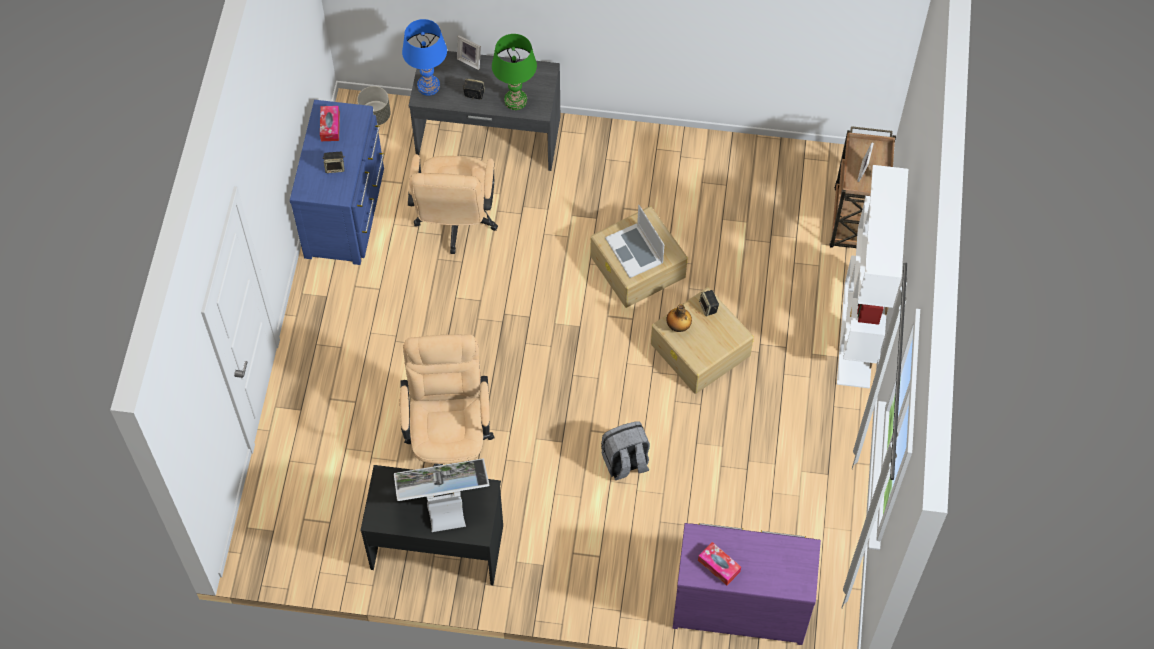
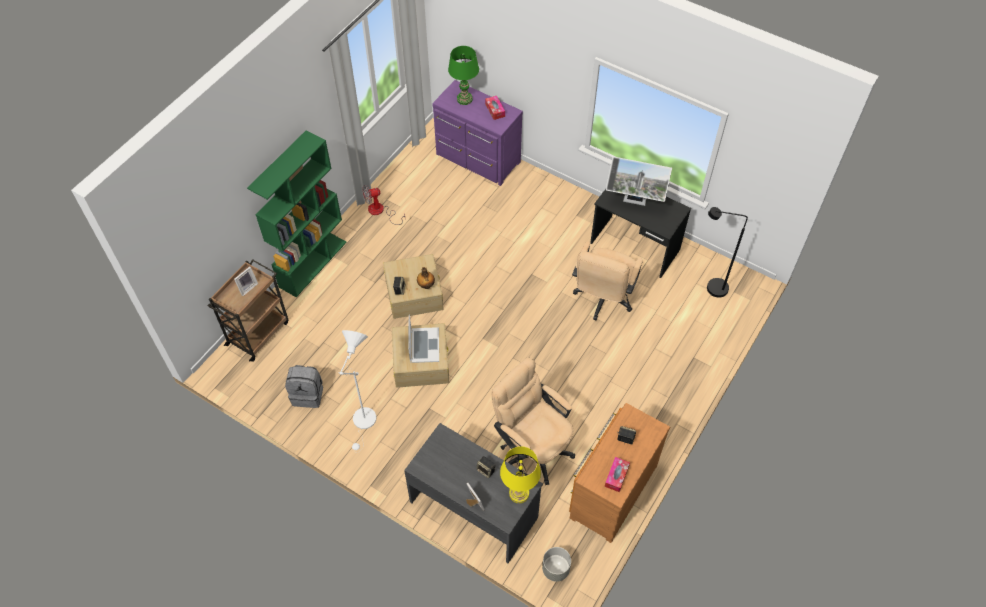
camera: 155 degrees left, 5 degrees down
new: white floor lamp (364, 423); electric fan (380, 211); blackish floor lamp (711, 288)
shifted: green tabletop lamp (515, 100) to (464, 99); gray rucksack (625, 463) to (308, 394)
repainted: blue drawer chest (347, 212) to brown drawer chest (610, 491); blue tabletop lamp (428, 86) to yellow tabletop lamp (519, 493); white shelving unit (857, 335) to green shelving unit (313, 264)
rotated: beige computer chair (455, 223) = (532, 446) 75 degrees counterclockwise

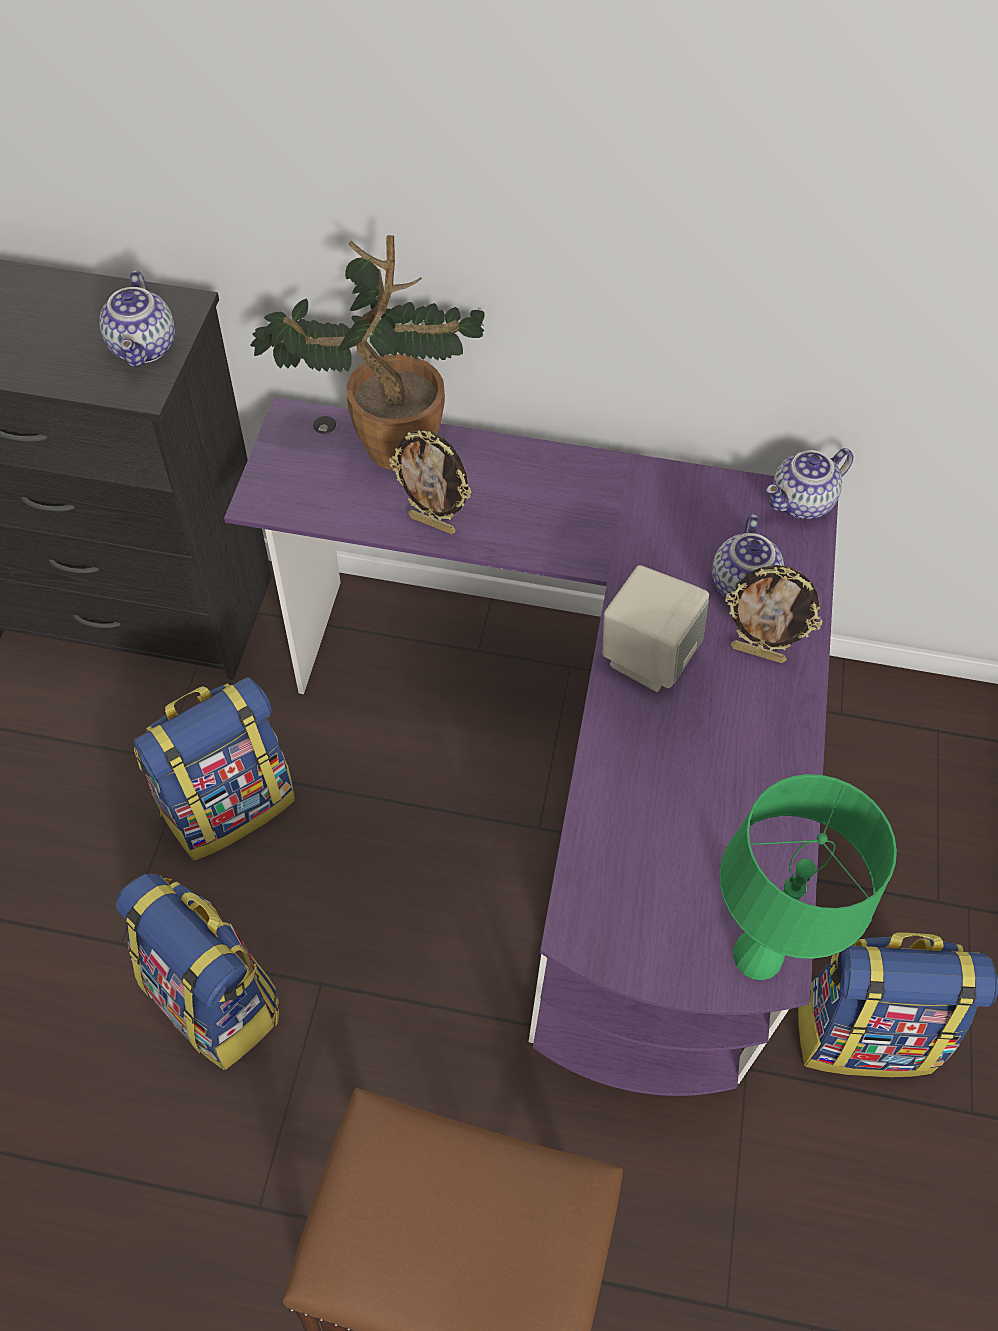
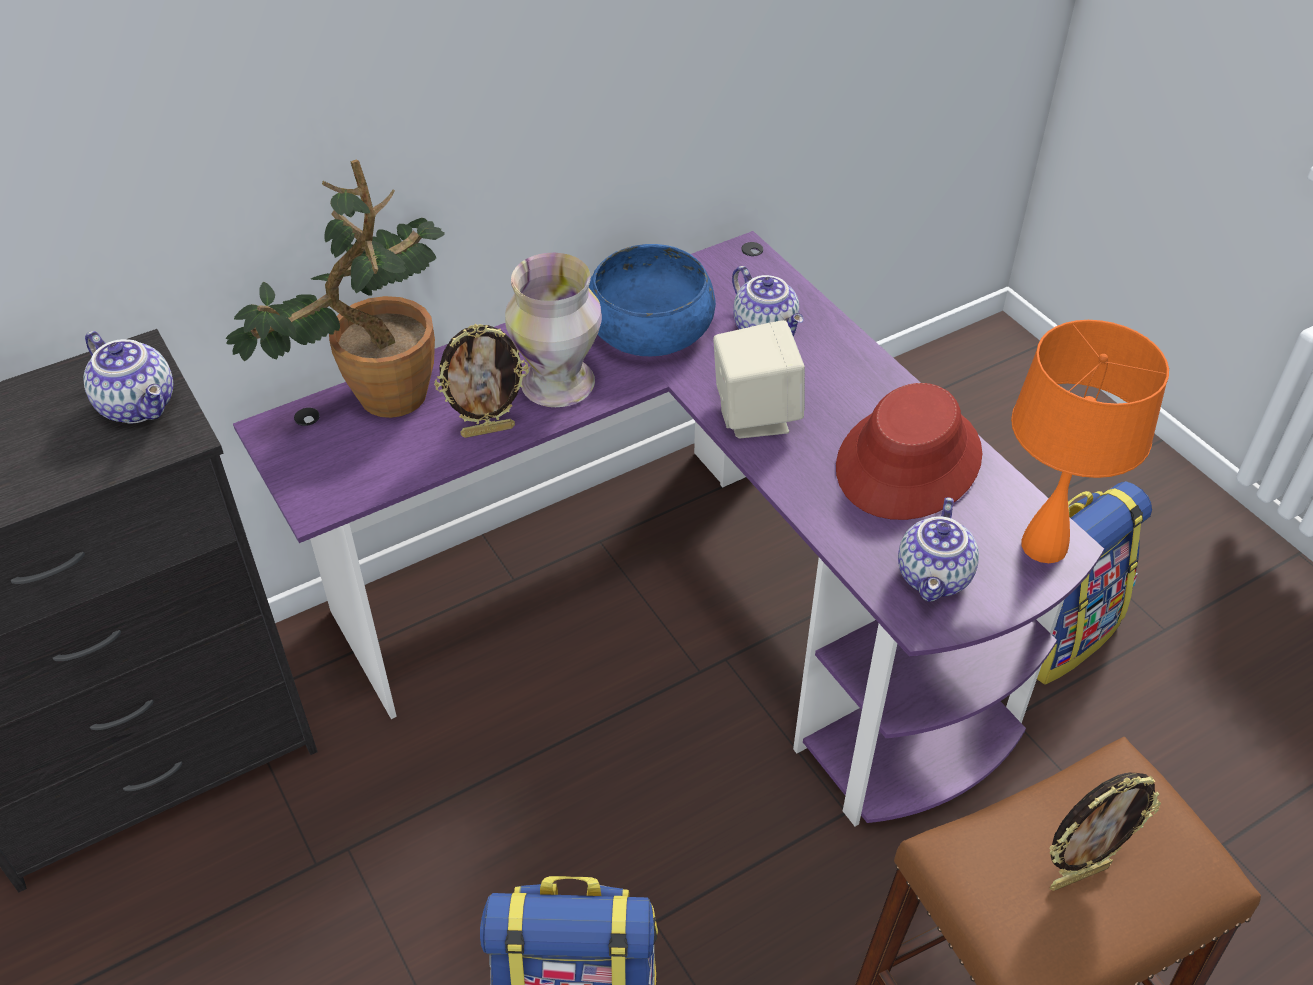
camera: 40 degrees left, 10 degrees down
gone: rucksack (228, 804)
new: decorative vase (557, 385); blue bowl (650, 328); red clothing hat (909, 462)
shifted: standing frame (758, 653) to (1078, 875); tea pot (801, 504) to (935, 578)
repainted: green tabletop lamp (756, 955) to orange tabletop lamp (1043, 546)

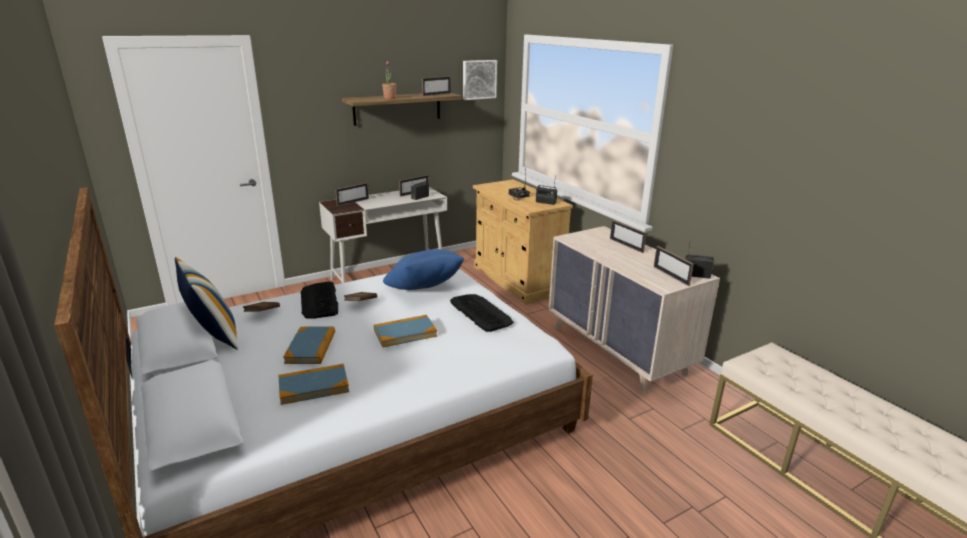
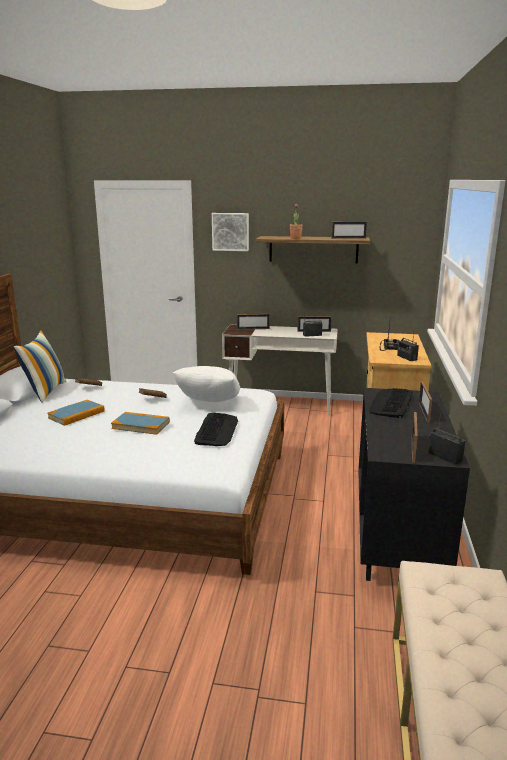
camera: 40 degrees right, 5 degrees down
gone: book (314, 386)
shifted: computer keyboard (319, 301) to (391, 403); wall art (478, 79) to (230, 231)
repainted: blue pillow (424, 291) to white pillow (208, 404); beige drawer chest (618, 351) to blackish drawer chest (397, 534)

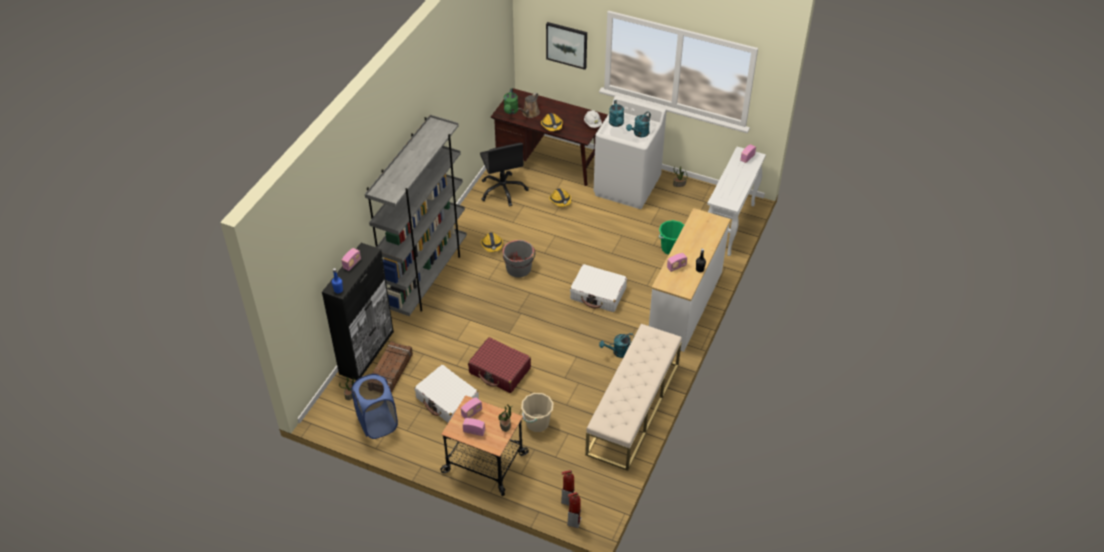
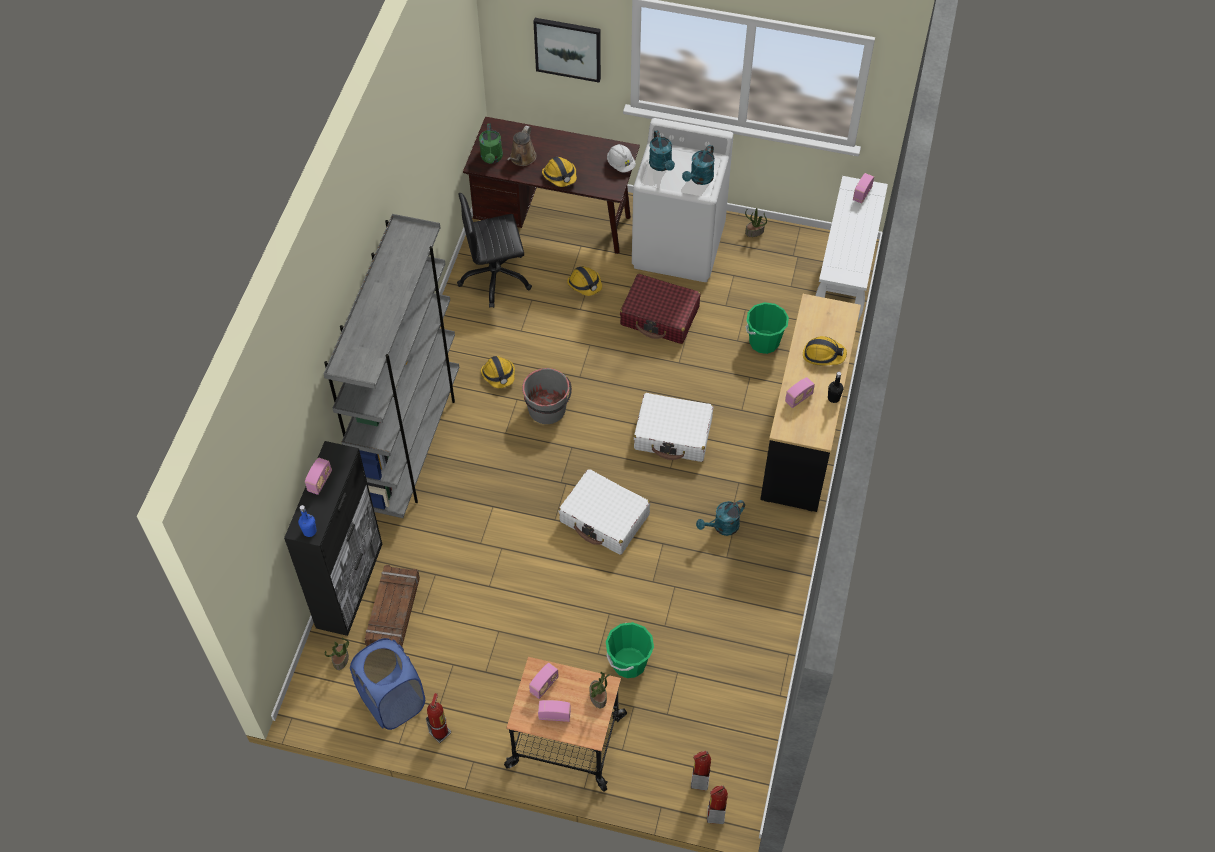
camera: 10 degrees left, 10 degrees up
gone: beige bench (633, 408)
new: fire-fighting cylinder (440, 732); hard hat (823, 354)
shifted: white piece of luggage (447, 400) to (604, 518); red piece of luggage (500, 371) to (660, 316)
repainted: beige water bucket (537, 423) to green water bucket (629, 663); white drawer chest (686, 305) to blackish drawer chest (804, 435)
rotated: blackish computer chair (503, 190) = (495, 278) 105 degrees clockwise

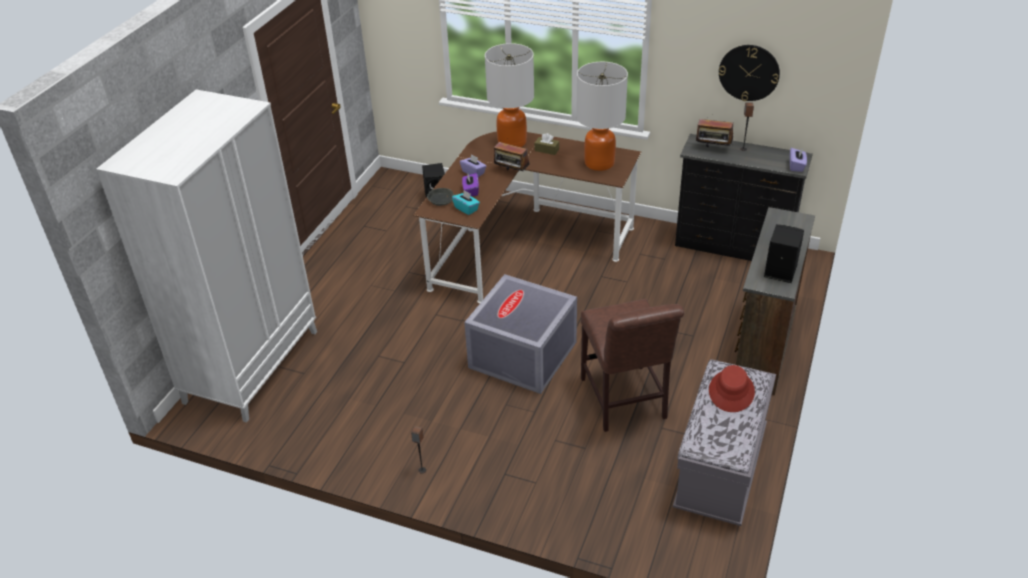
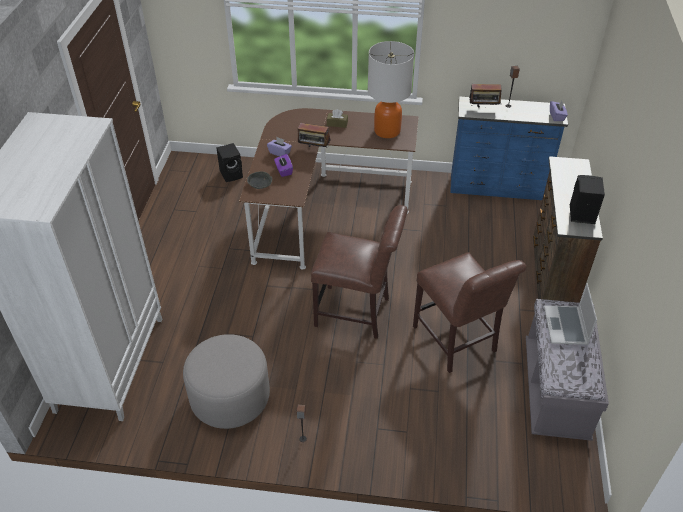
camera: 15 degrees left, 5 degrees up
gone: turquoise-coloured box of tissues (466, 209); tabletop lamp (512, 142); wall clock (749, 72)
new: gray pouffe (230, 397)
swapped: gray storage box (523, 356) to brown chair (357, 313); red clothing hat (731, 391) to laptop (566, 326)
repainted: blackish drawer chest (733, 247) to blue drawer chest (498, 188)

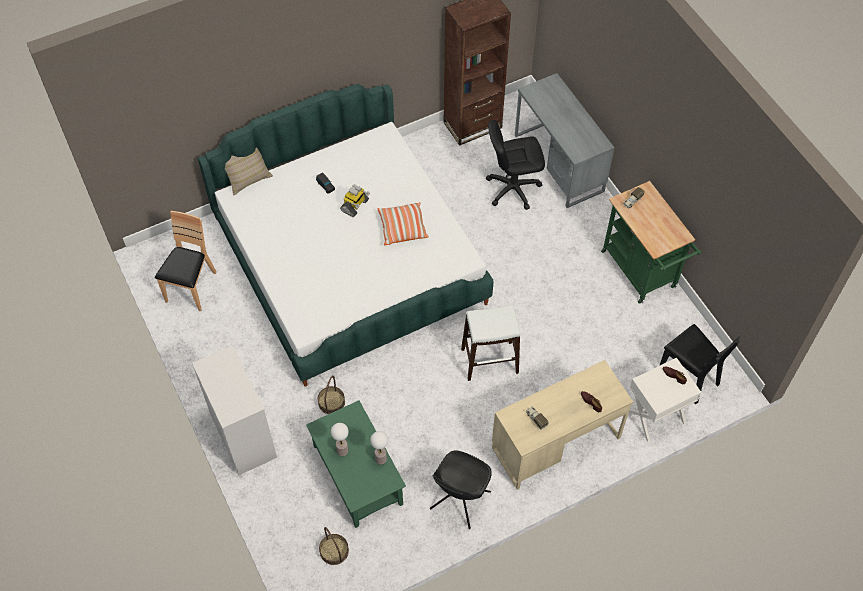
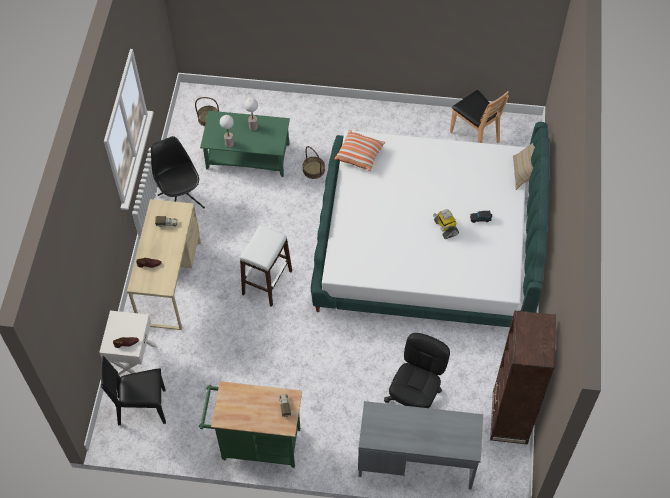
camera: 125 degrees right, 0 degrees up
gone: white drawer chest (243, 435)
shifted: pillow (402, 228) to (359, 155)

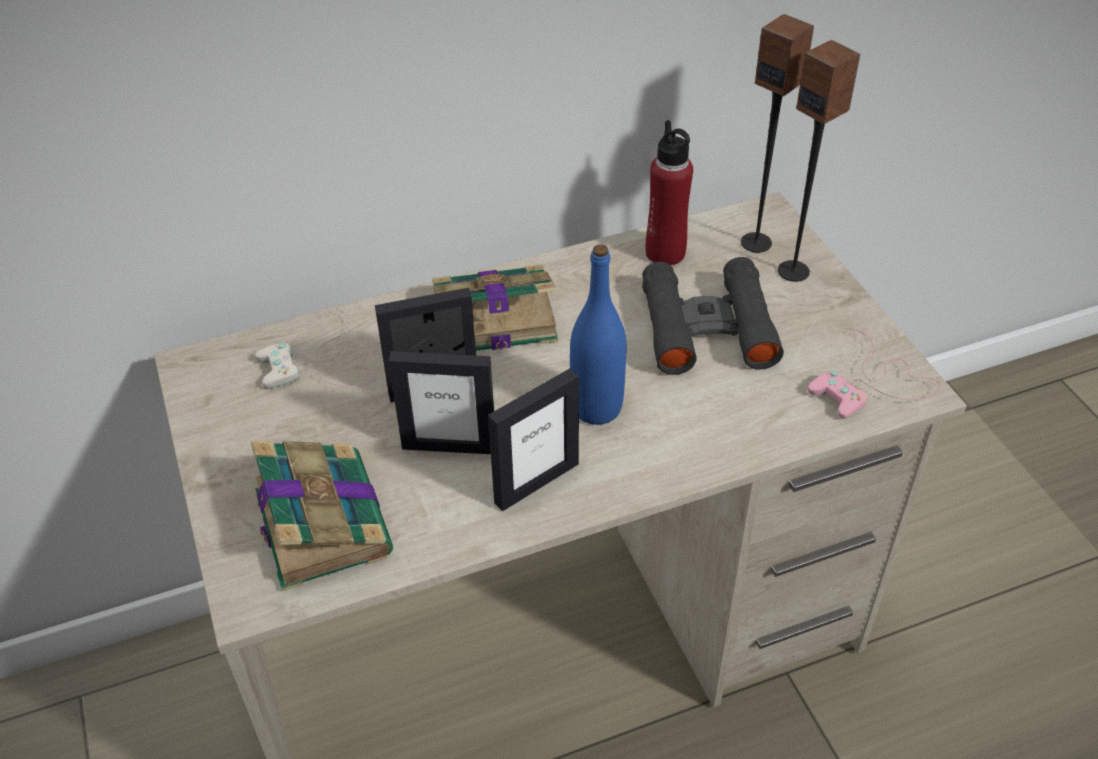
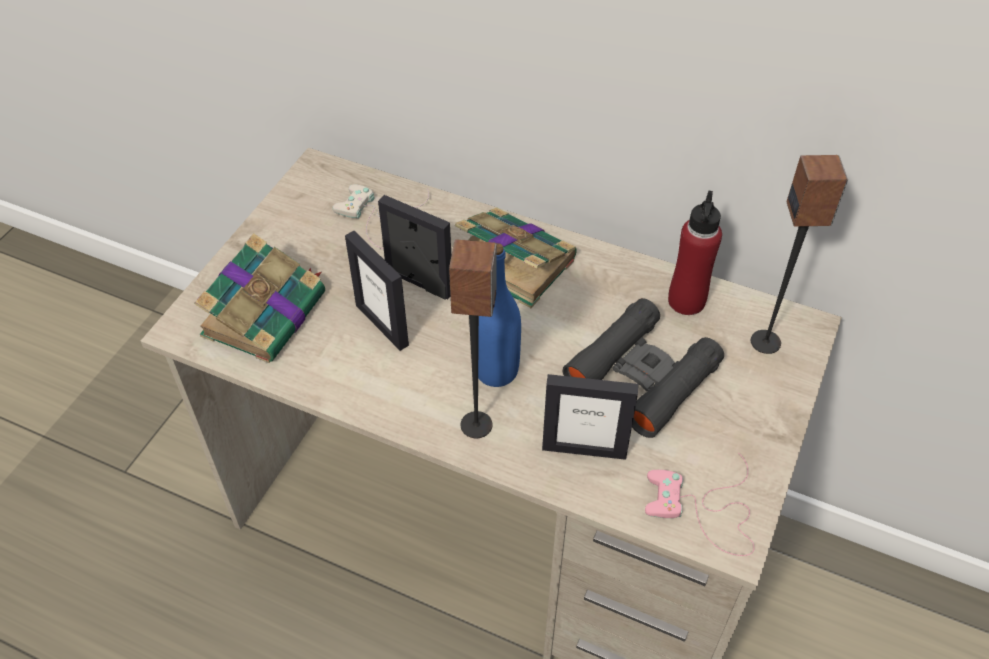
camera: 45 degrees right, 5 degrees up
shifted: standing frame (536, 482) to (584, 449); audio speaker (794, 271) to (477, 425)

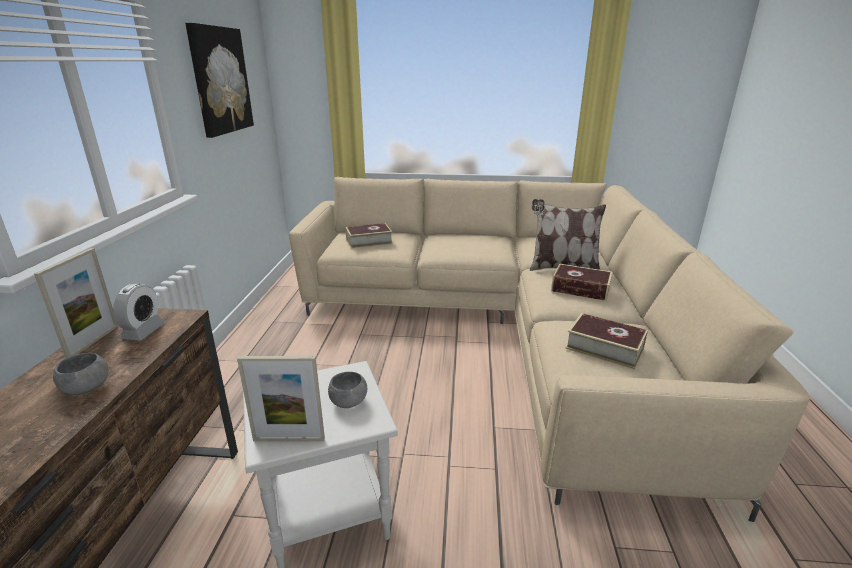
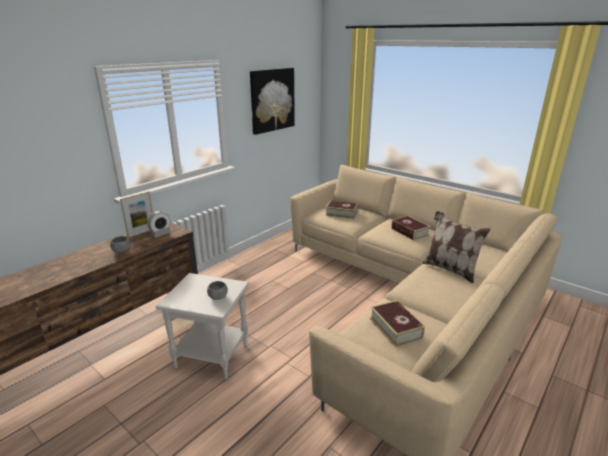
camera: 35 degrees right, 0 degrees up
gone: standing frame (289, 439)
shifted: book (580, 289) to (410, 232)

